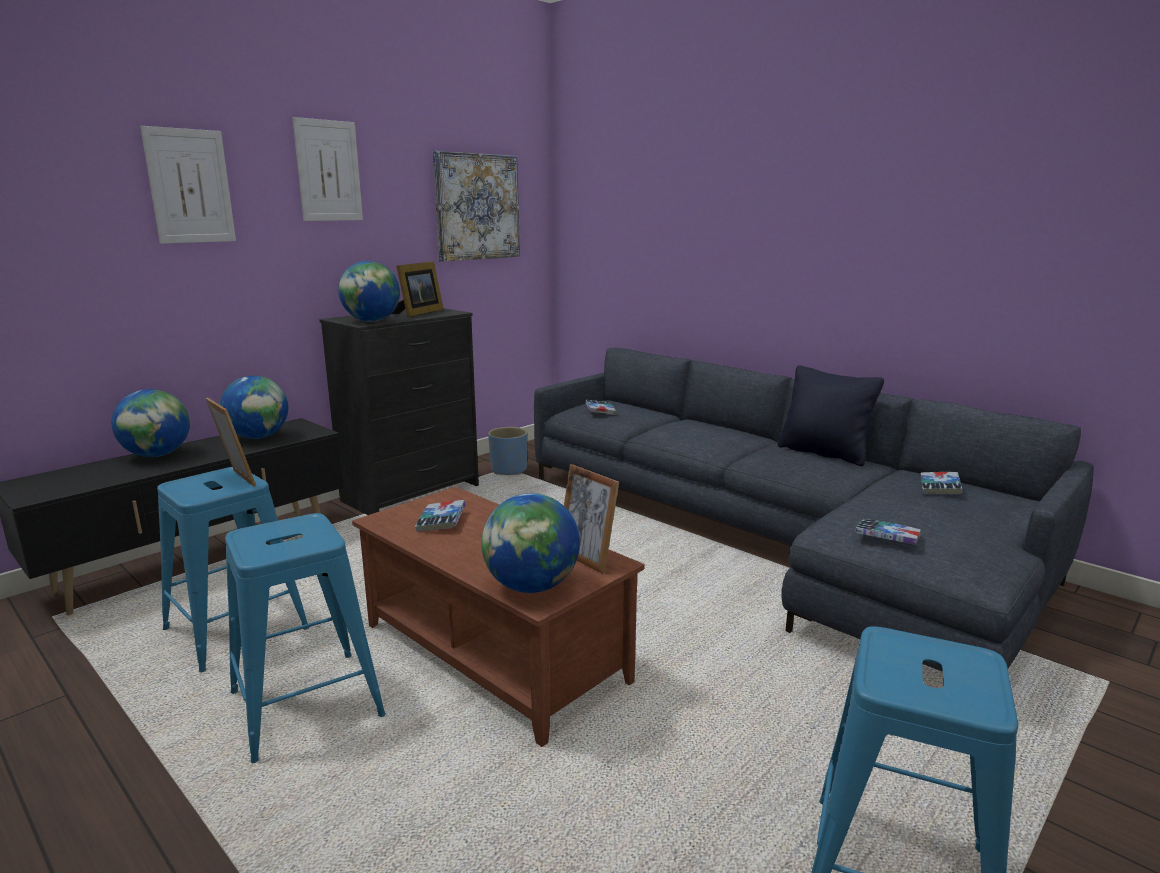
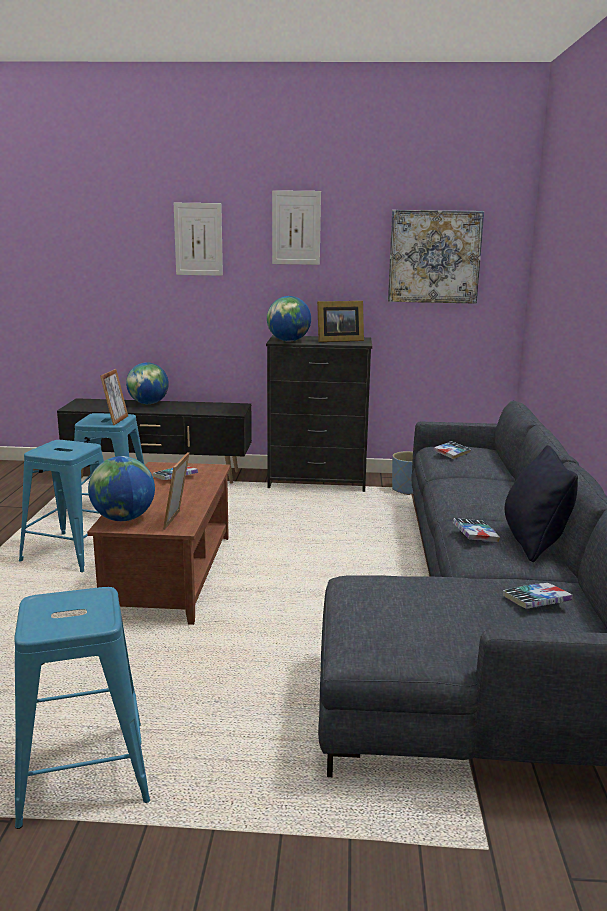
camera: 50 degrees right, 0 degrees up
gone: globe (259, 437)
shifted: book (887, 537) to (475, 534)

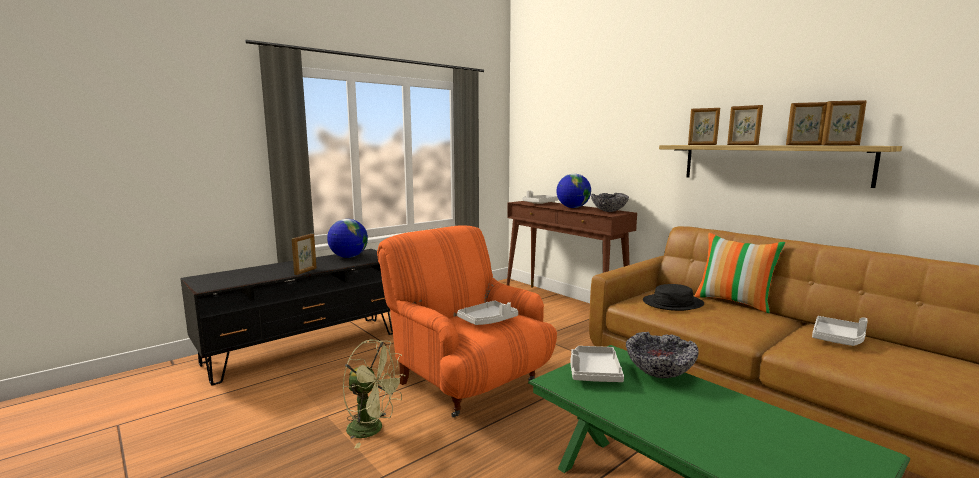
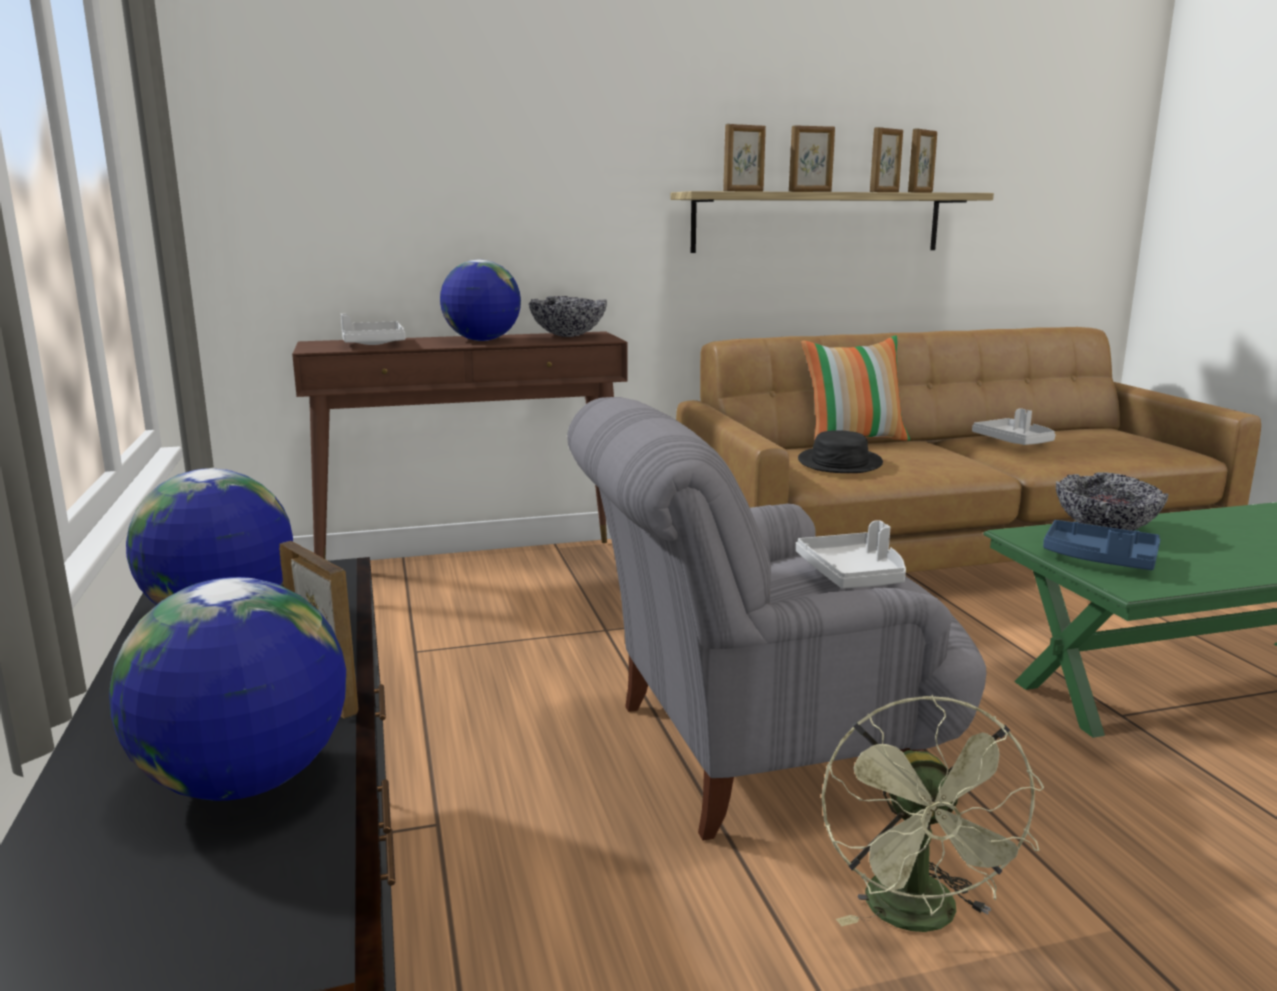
camera: 65 degrees left, 5 degrees up
new: globe (244, 782)
repainted: orange easy chair (467, 383) to gray easy chair (758, 750); gray serving tray (594, 372) to blue serving tray (1099, 559)
rotated: green electric fan (372, 429) = (919, 918) 135 degrees clockwise

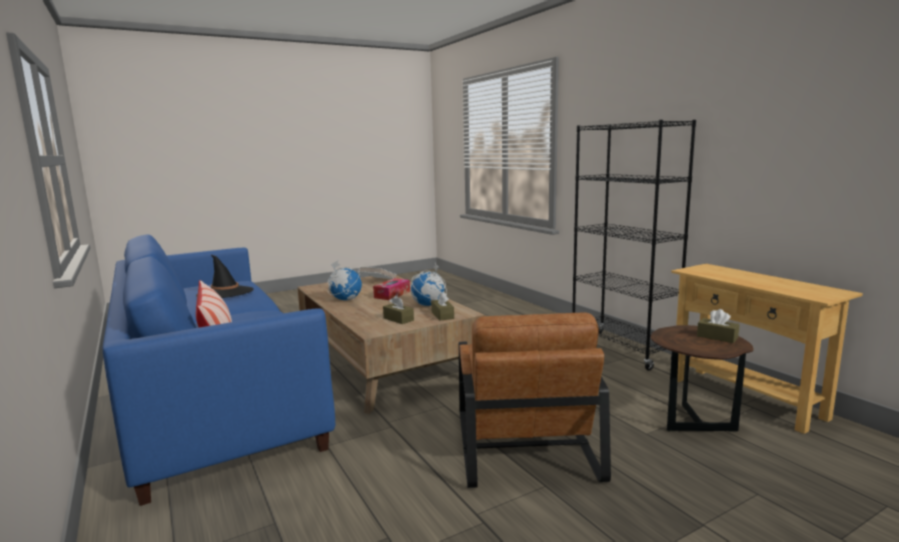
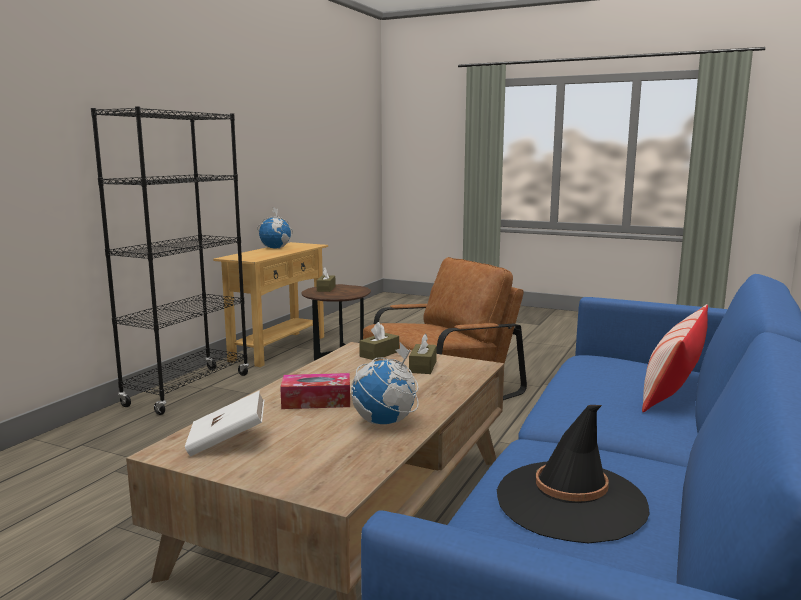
camera: 125 degrees left, 0 degrees up
shifted: globe (428, 305) to (276, 248)

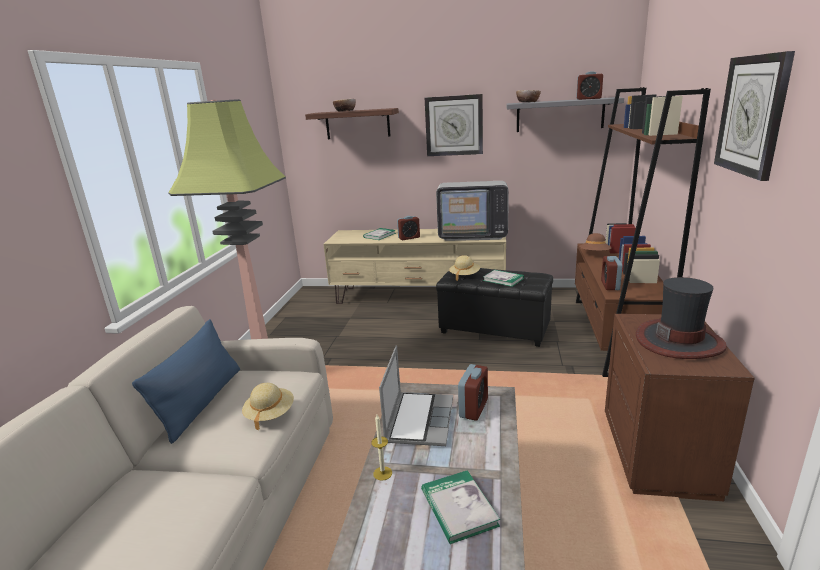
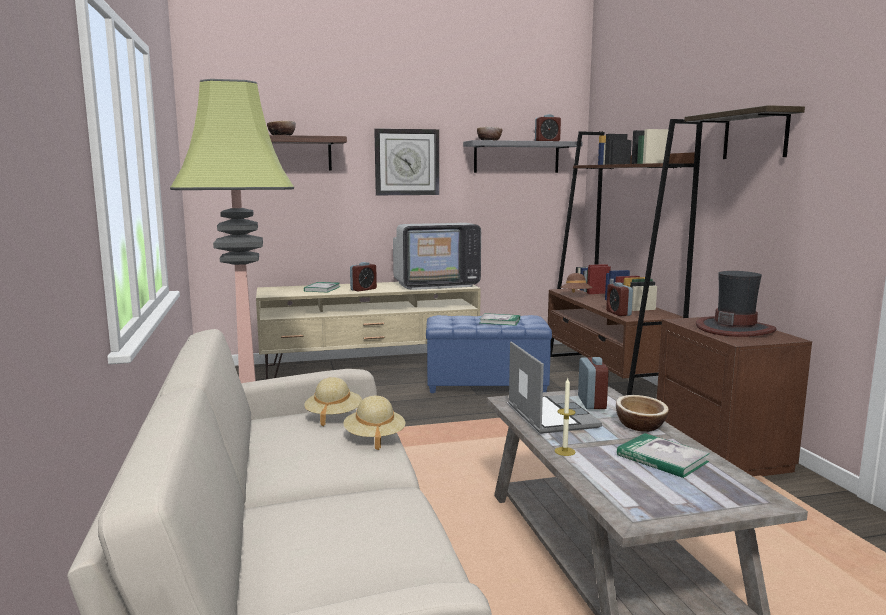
camera: 25 degrees left, 10 degrees down
gone: blue pillow (201, 402)
new: bowl (640, 426)
shifted: beige clothing hat (464, 276) to (333, 416)
swapped: wall clock (752, 115) to bracket shelf (755, 135)
repainted: blackish pouffe (494, 329) to blue pouffe (486, 384)

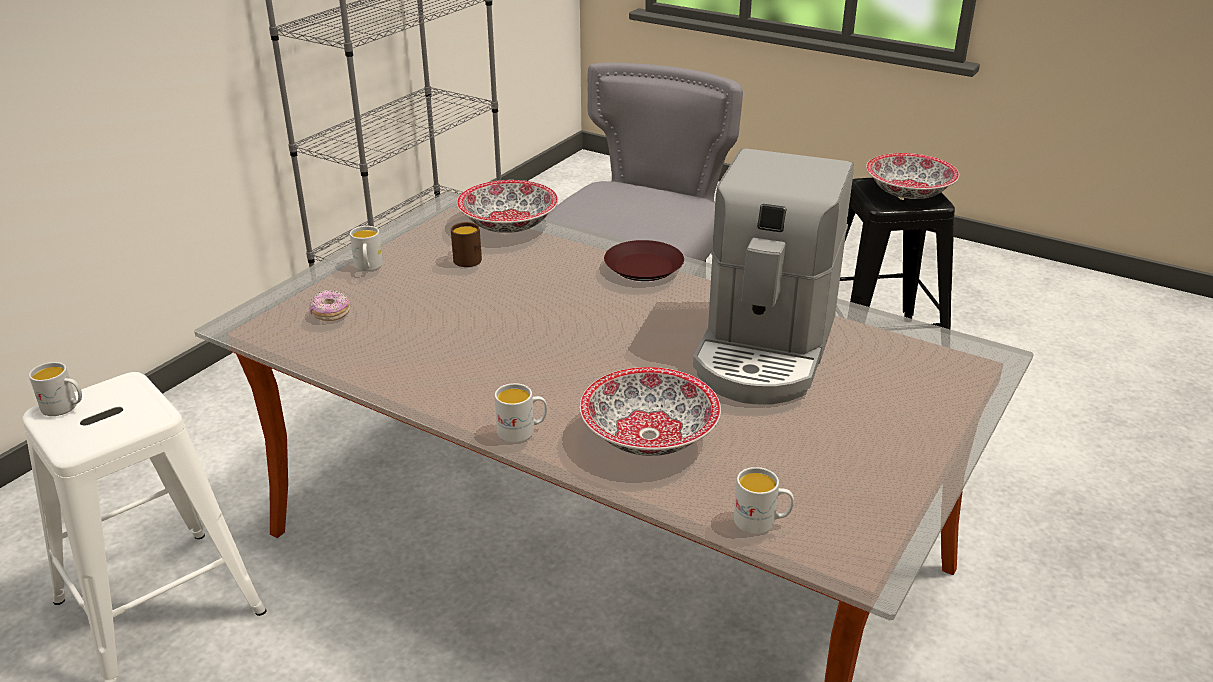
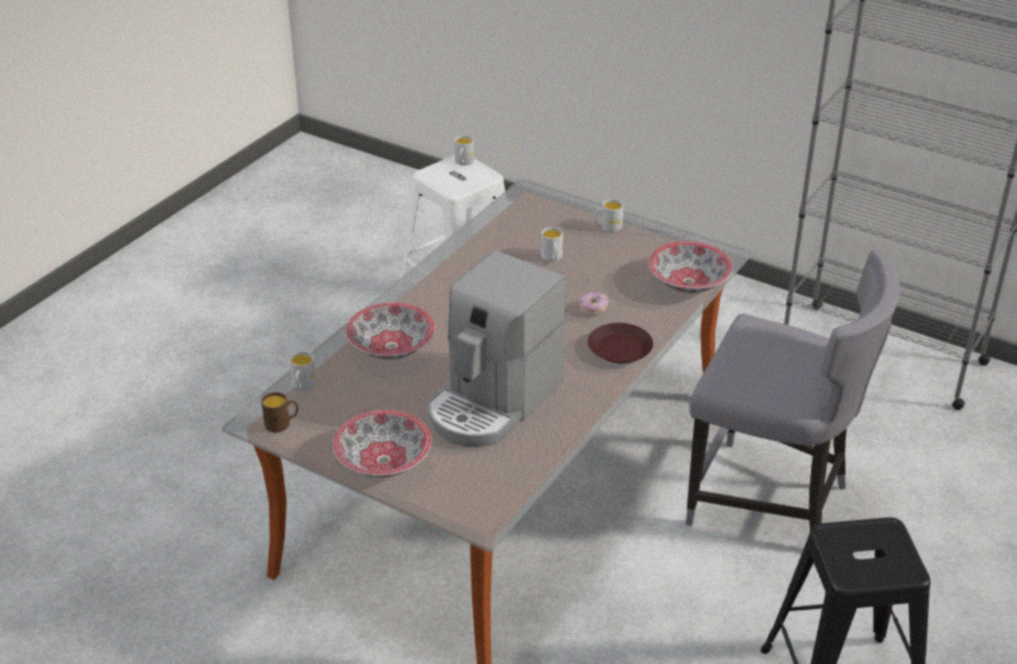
camera: 90 degrees right, 5 degrees up
shifted: doughnut (330, 313) to (593, 309); brown tea mug (466, 258) to (282, 423); white tea mug (522, 431) to (552, 258); bowl (907, 192) to (384, 460)
rotated: coffee machine (765, 350) = (493, 402) 75 degrees counterclockwise

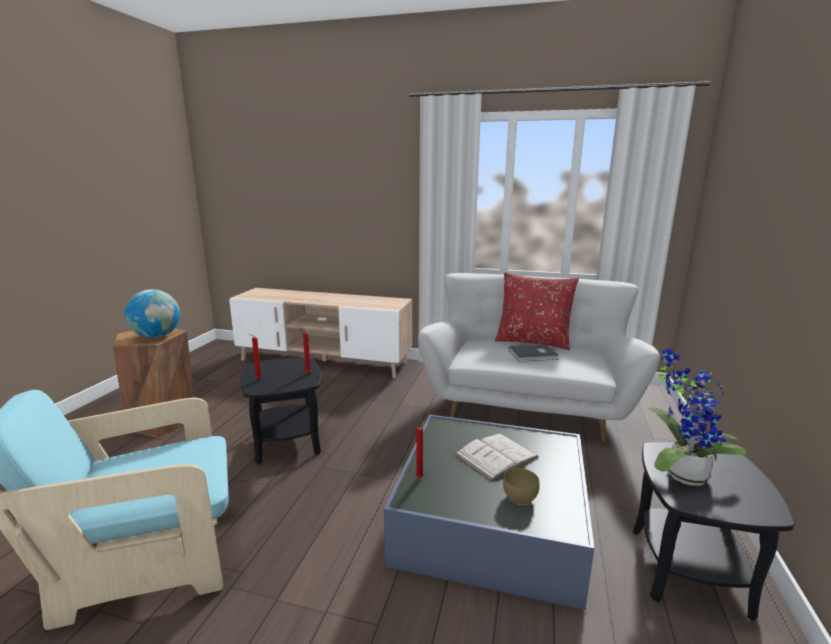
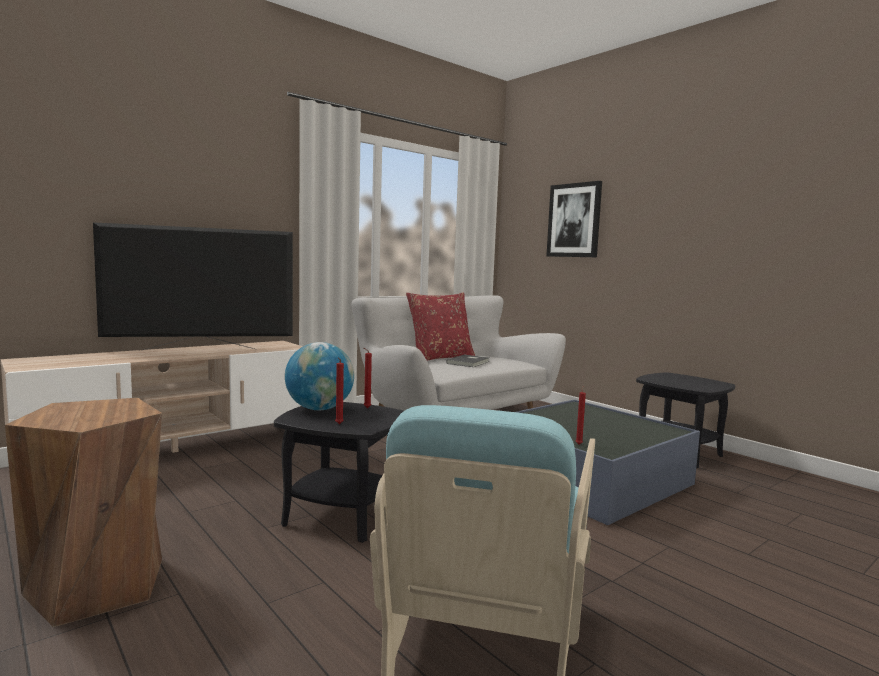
camera: 55 degrees left, 10 degrees down
gone: white book (496, 456); brown bowl (520, 498); houseplant (680, 473)
new: TV (200, 350); wall art (574, 220)
shifted: globe (157, 336) to (319, 409)

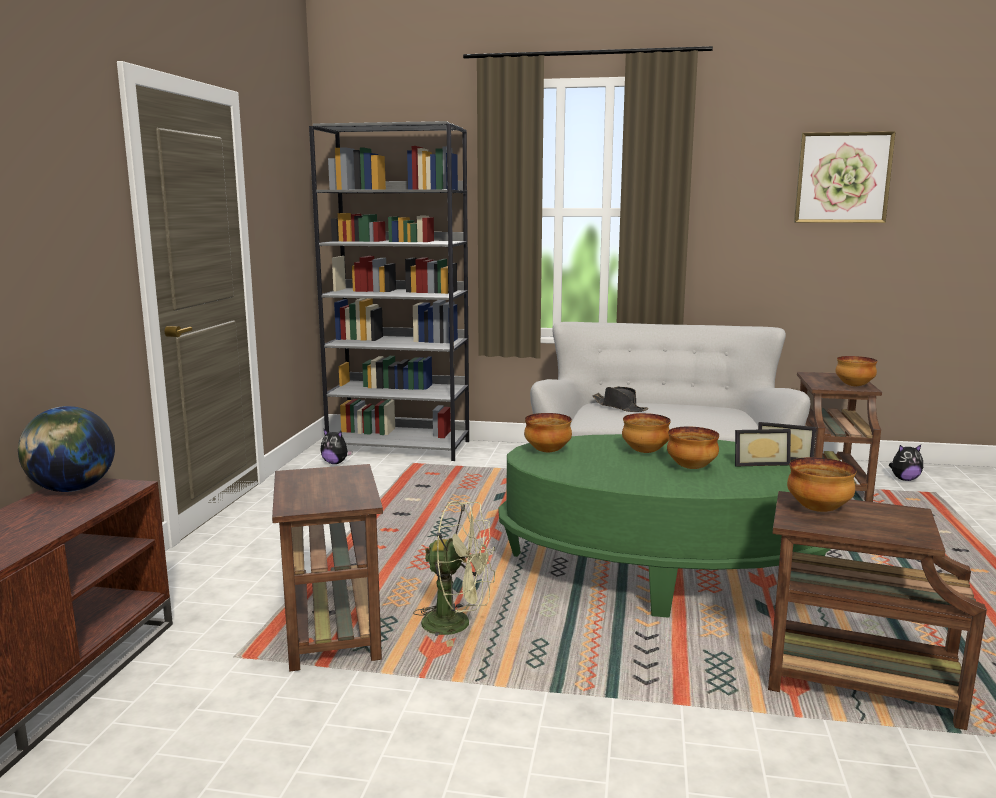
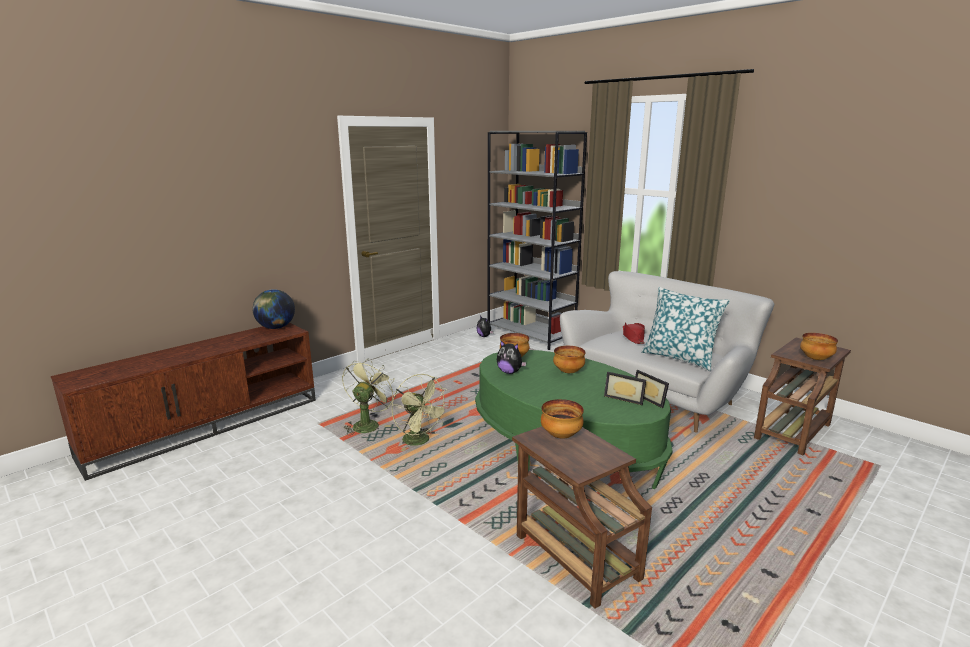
camera: 35 degrees right, 5 degrees up
gone: bowl (691, 467); wall art (842, 178)
new: pillow (679, 358)
shifted: plush toy (904, 479) to (510, 372)
swapped: brown accent table (332, 628) to green electric fan (368, 424)
repainted: blackish clothing hat (620, 407) to red clothing hat (633, 337)

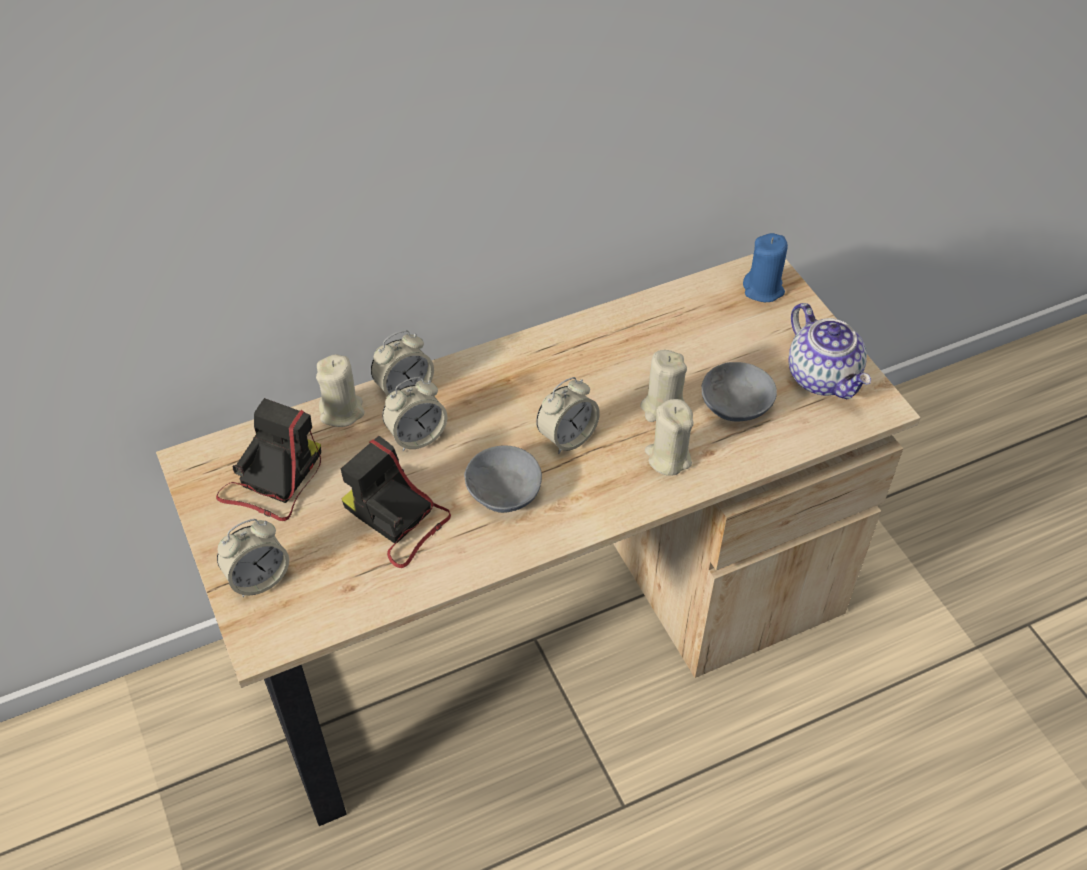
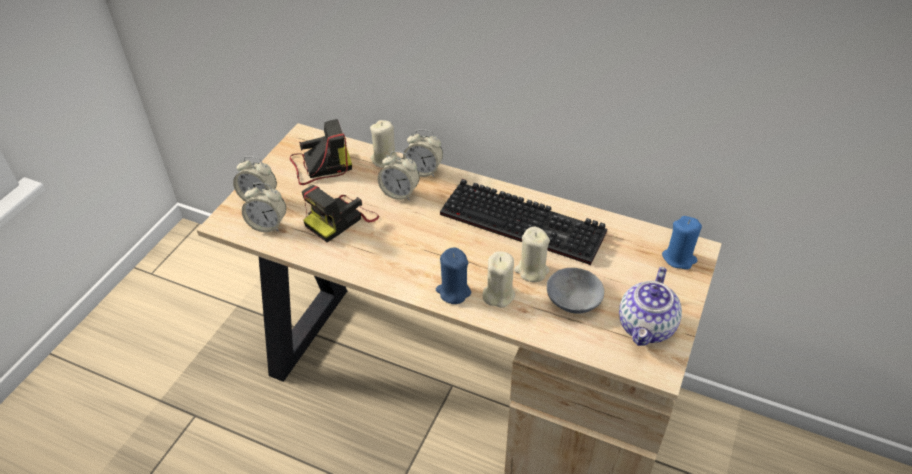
camera: 50 degrees right, 5 degrees down
gone: gray bowl (506, 492)
new: blue wax candle (453, 291); computer keyboard (526, 222)
shifted: alarm clock (567, 437) to (268, 225)
rotated: still camera (396, 519) = (341, 219) 135 degrees counterclockwise

